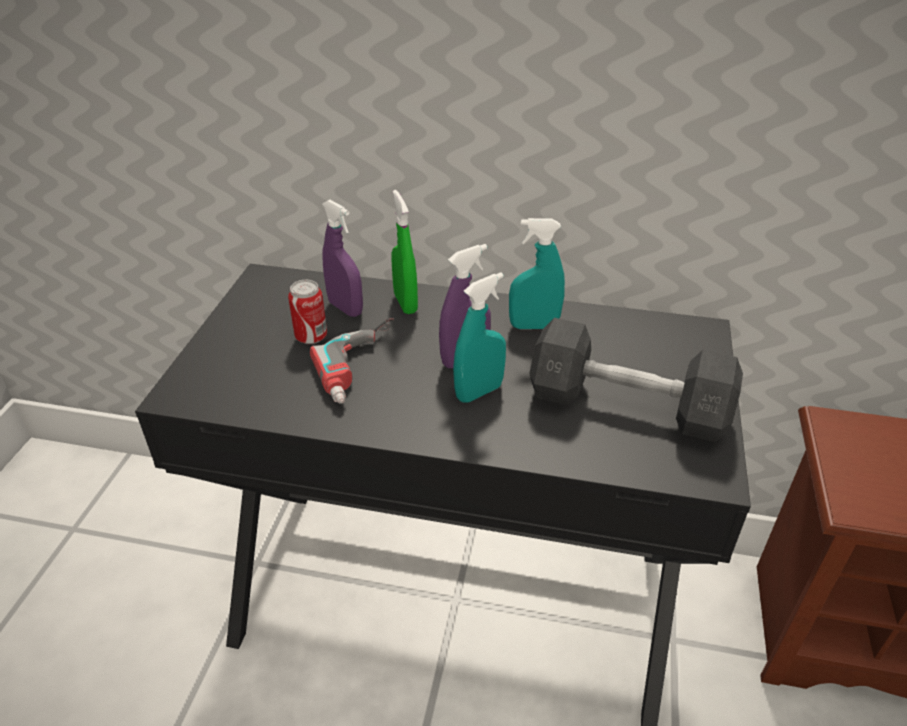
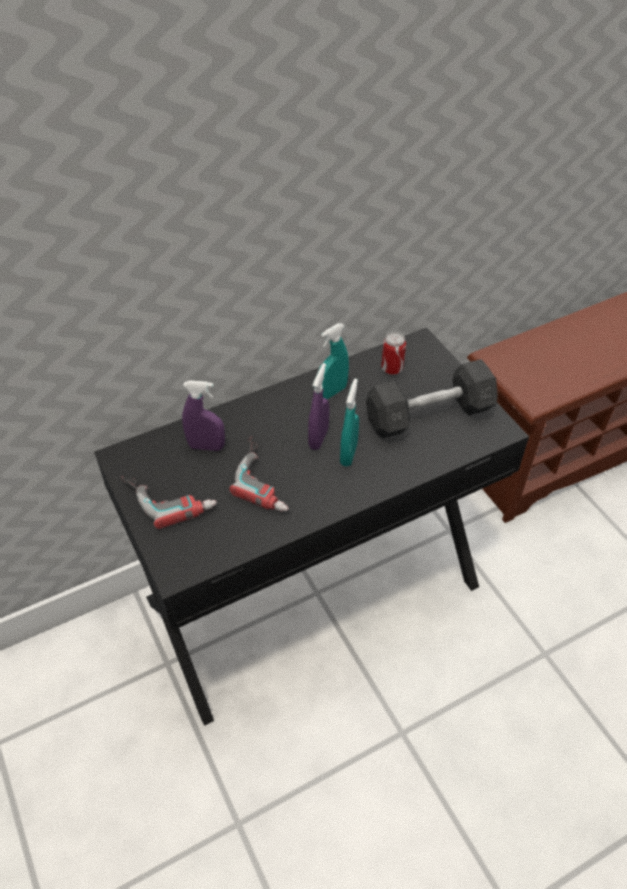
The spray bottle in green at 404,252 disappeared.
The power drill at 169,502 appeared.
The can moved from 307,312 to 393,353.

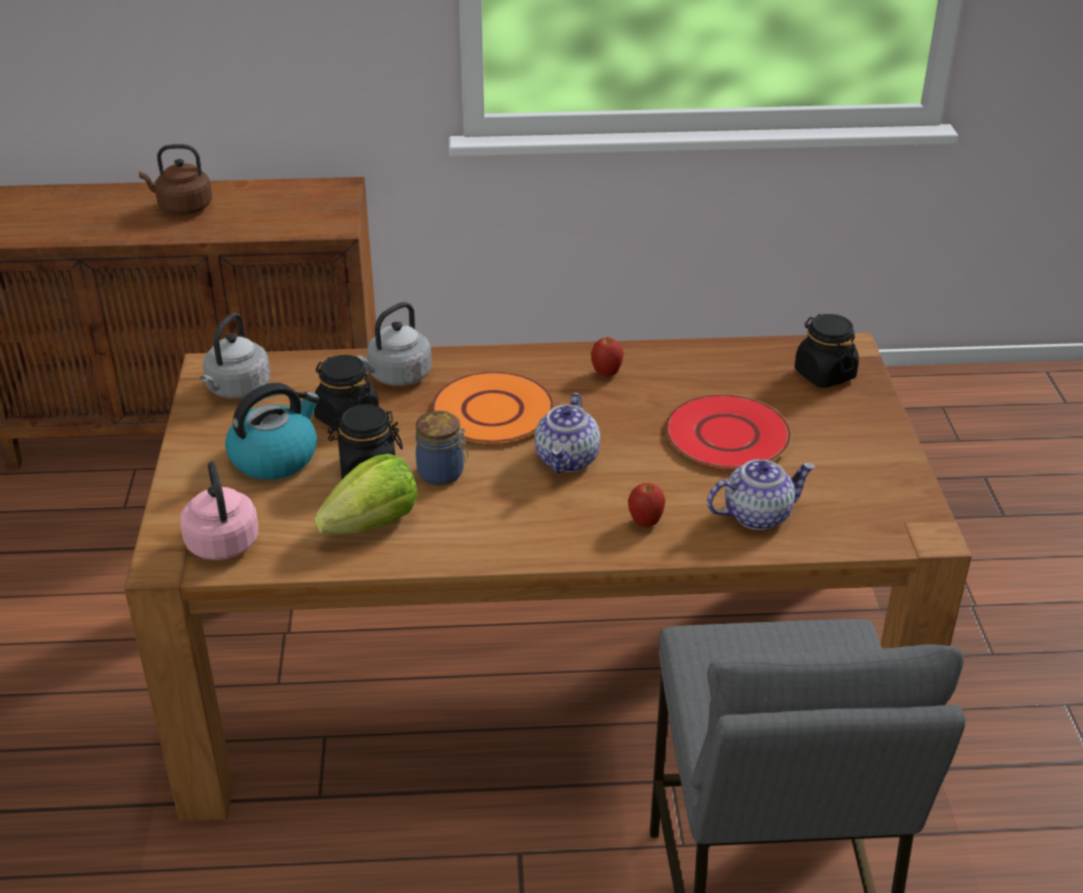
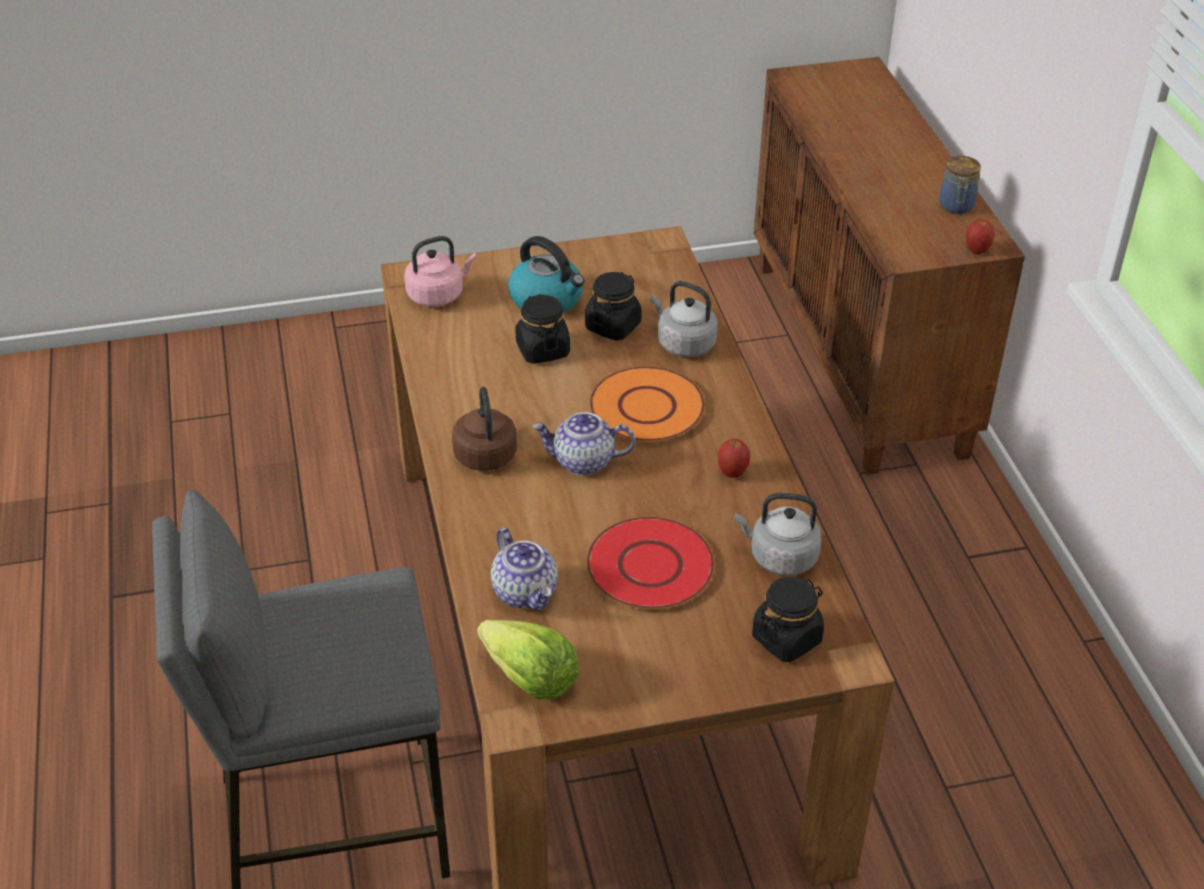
The kettle in brown moved from 175,179 to 484,429.
The kettle in grey moved from 235,356 to 778,534.
The lettuce moved from 366,494 to 528,660.
The jar moved from 442,448 to 960,185.
The apple moved from 647,505 to 980,236.

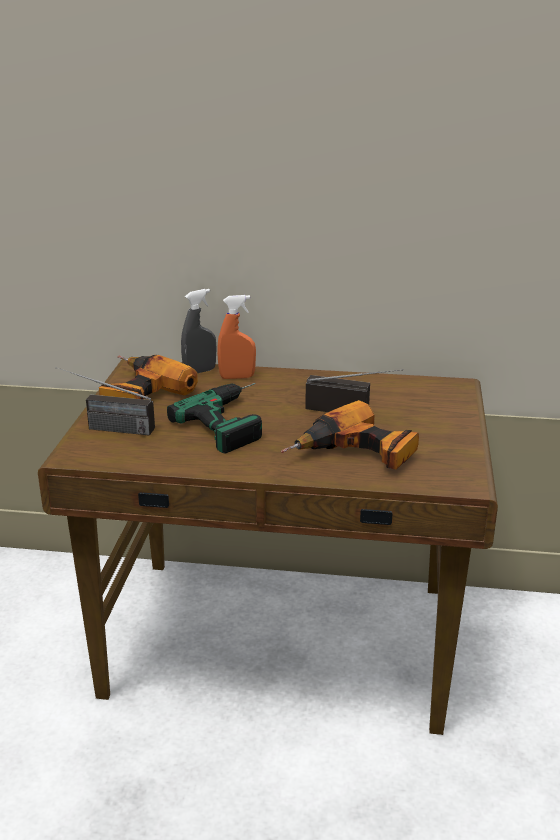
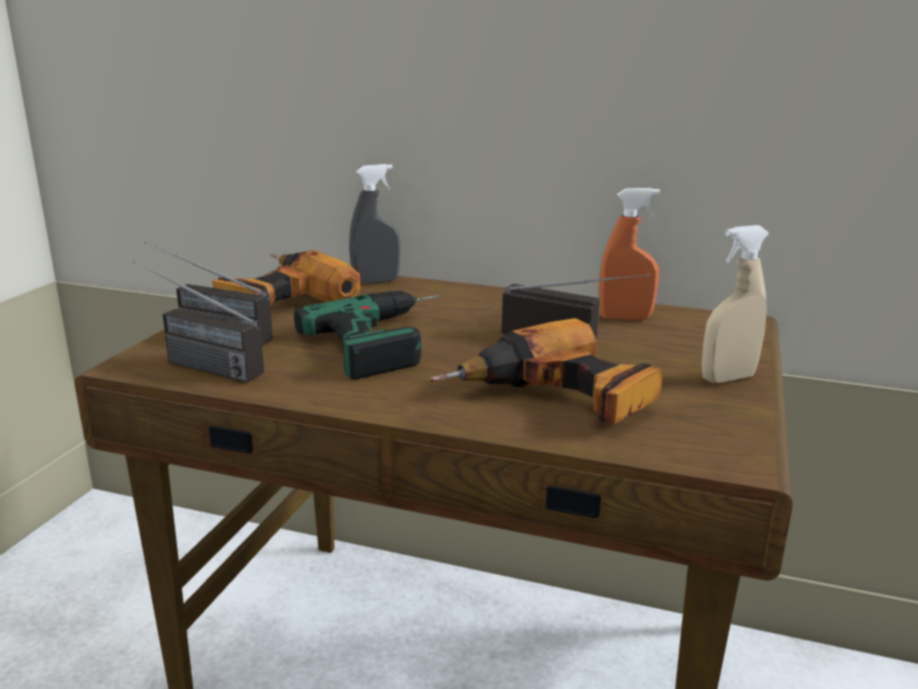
The radio at 198,321 appeared.
The spray bottle in beige at 735,304 appeared.
The spray bottle in orange moved from 236,337 to 629,254.

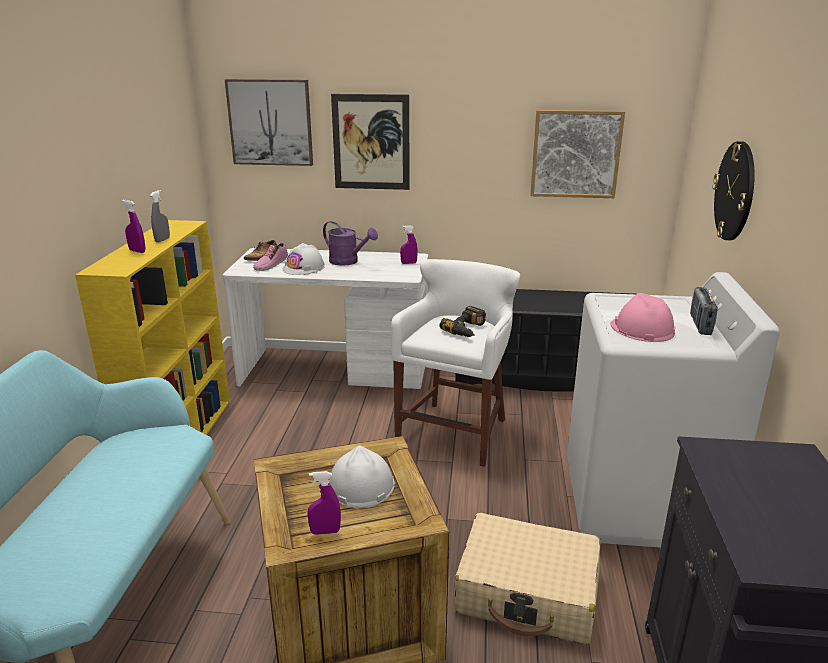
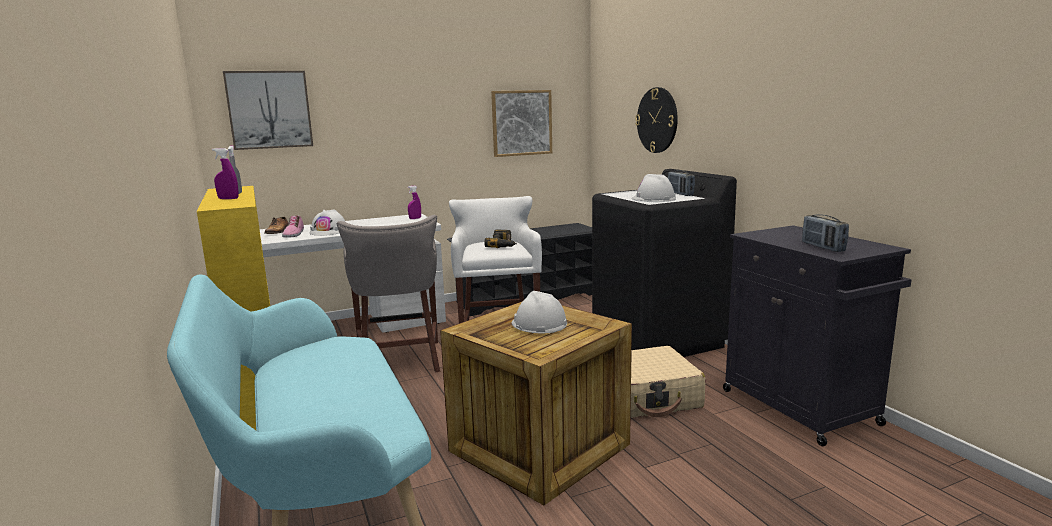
The spray bottle in purple at 324,503 disappeared.
The watering can in purple at 350,243 disappeared.
The picture at 370,142 disappeared.
The stool in grey at 388,293 appeared.
The radio at 825,233 appeared.
The washing machine in white at 673,410 became the washing machine in black at 664,263.
The hard hat in pink at 642,317 became the hard hat in white at 653,188.

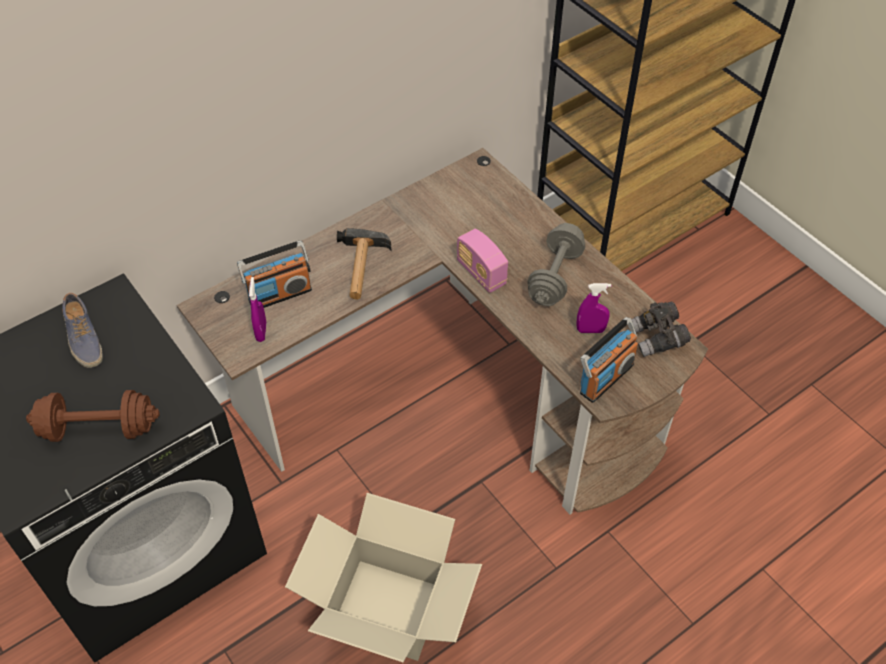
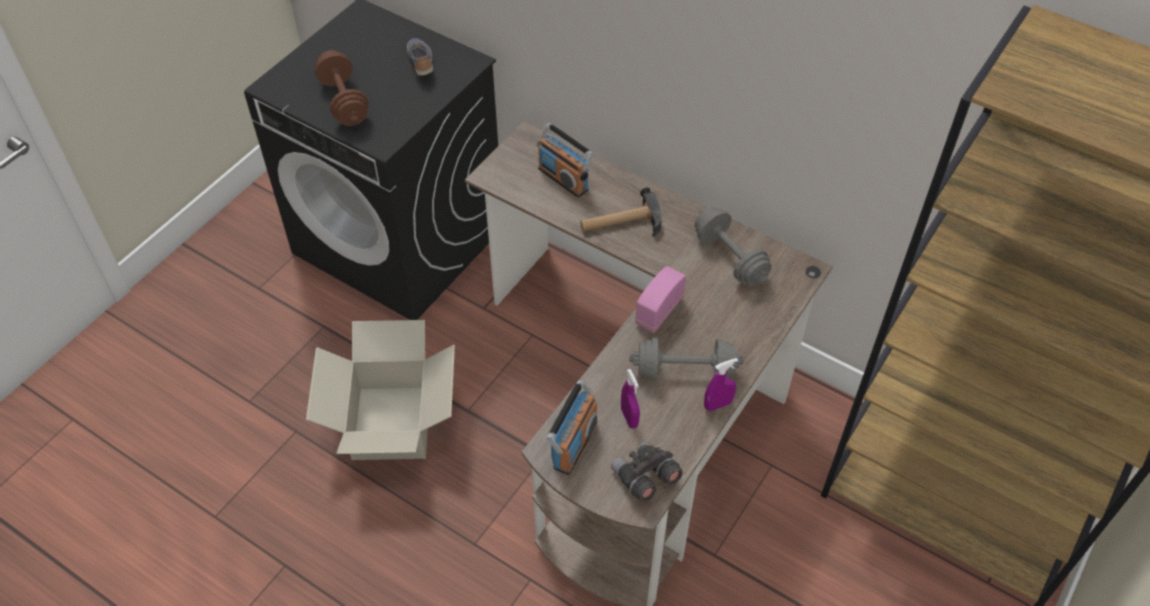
The dumbbell in grey at 733,246 appeared.
The spray bottle in purple moved from 257,309 to 721,384.
The shoe at 82,330 turned 120 degrees clockwise.
The radio at 609,360 turned 90 degrees counterclockwise.

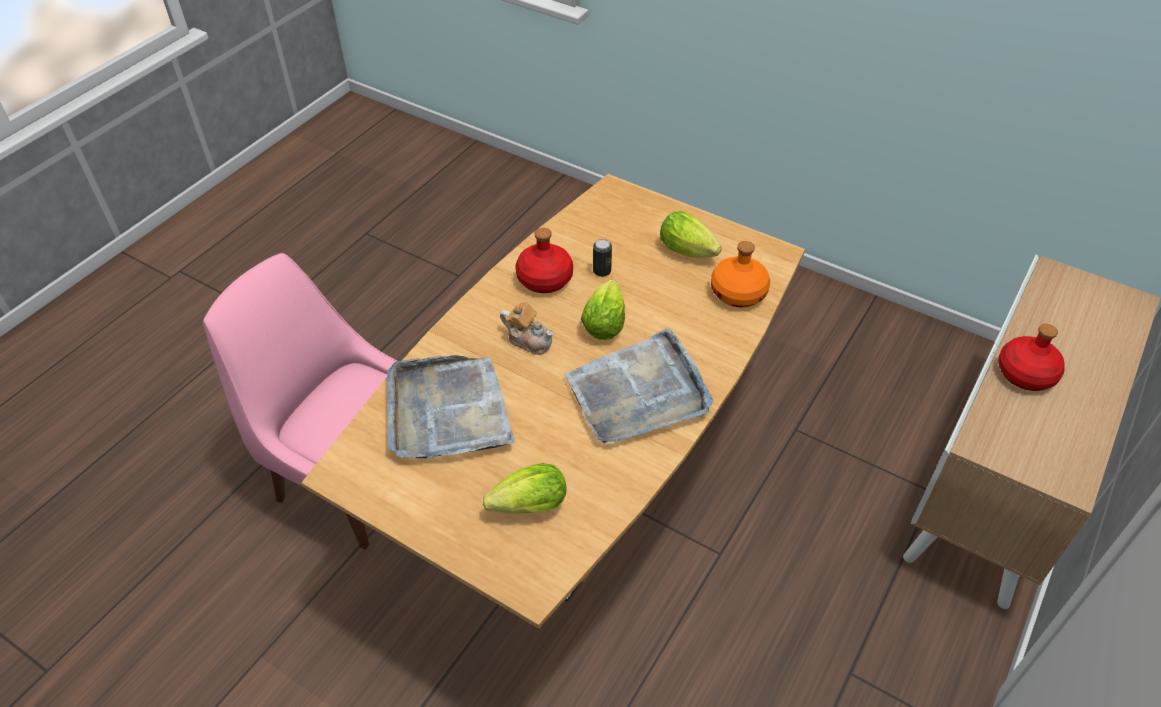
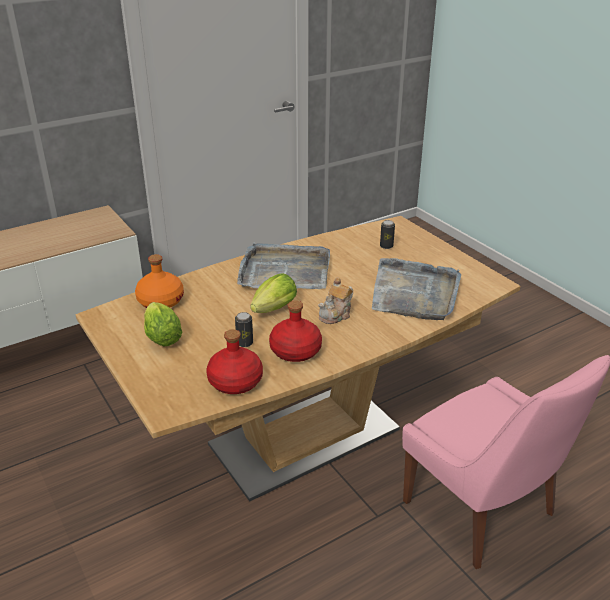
The bottle in red moved from 1031,357 to 234,361.
The lettuce at 525,488 was replaced by the can at 387,234.
The teapot at 527,328 turned 105 degrees counterclockwise.

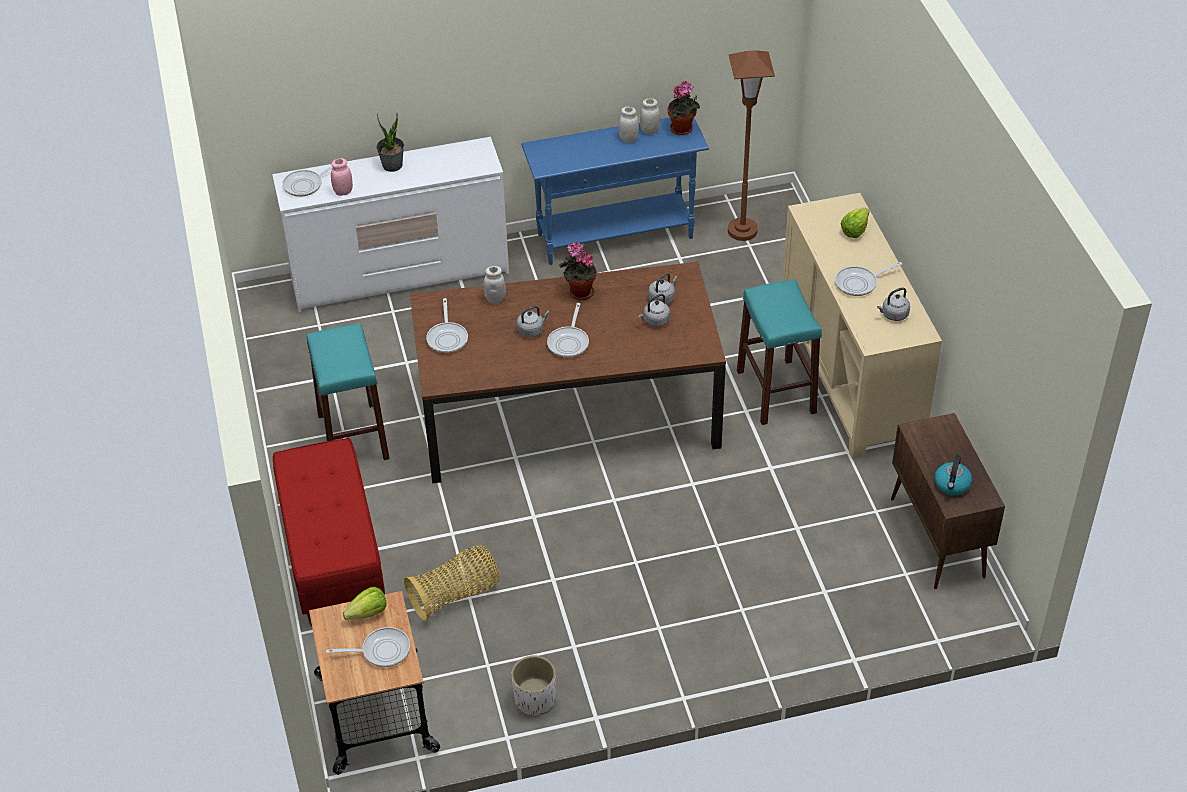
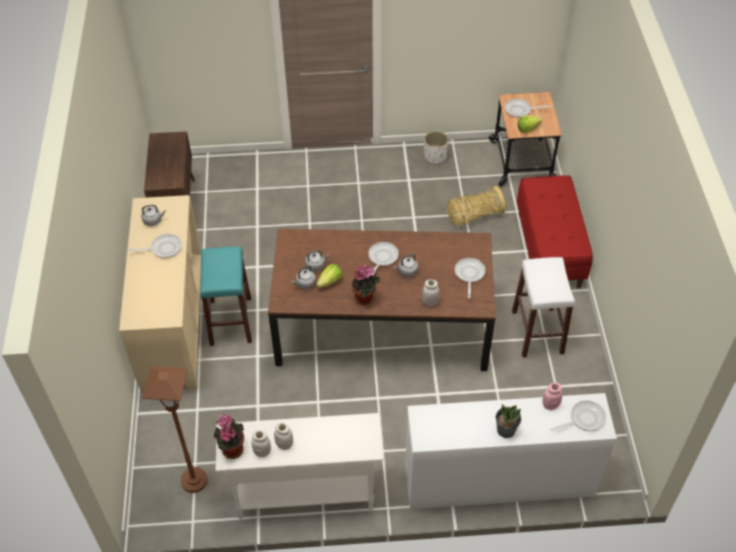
The kettle at 953,475 disappeared.
The lettuce moved from 855,223 to 329,276.
The stool in turquoise at 348,392 became the stool in white at 543,307.
The console table in blue at 615,191 became the console table in white at 299,466.

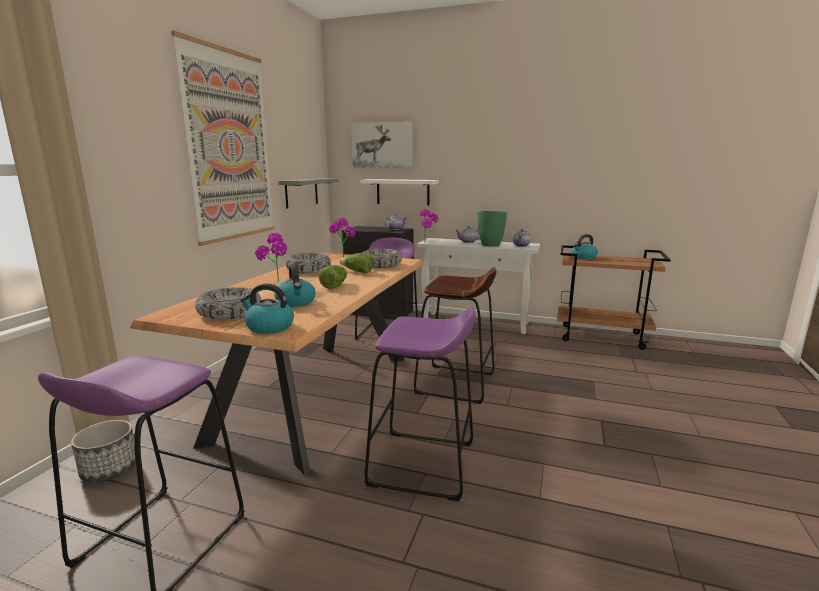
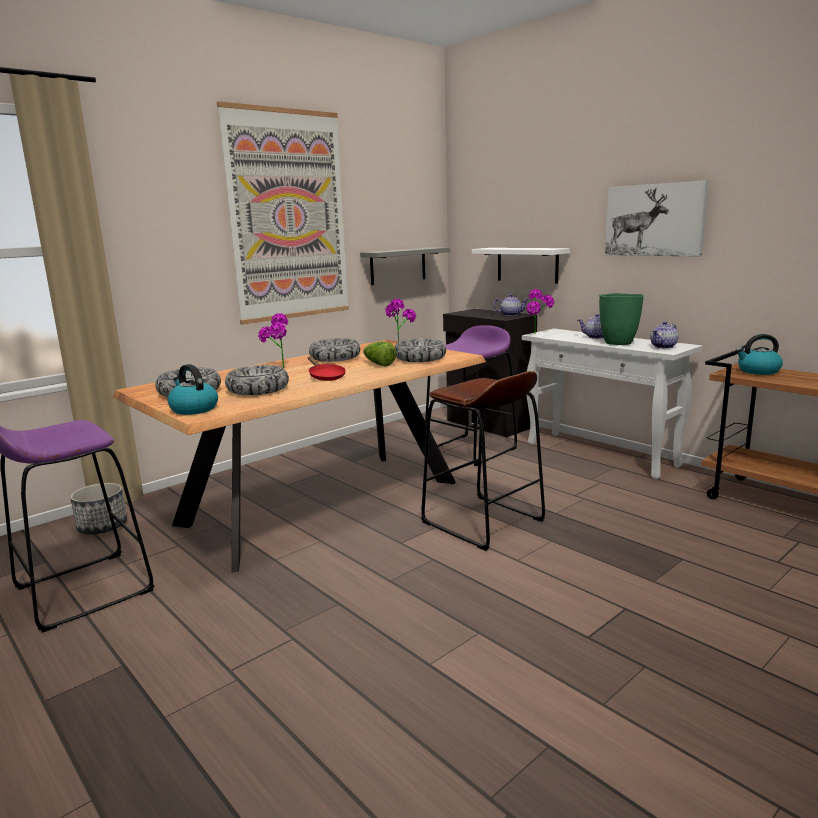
The stool in purple at 420,404 disappeared.
The picture moved from 382,144 to 657,218.
The kettle at 295,286 was replaced by the bowl at 257,380.
The lettuce at 333,277 was replaced by the frying pan in red at 327,368.

